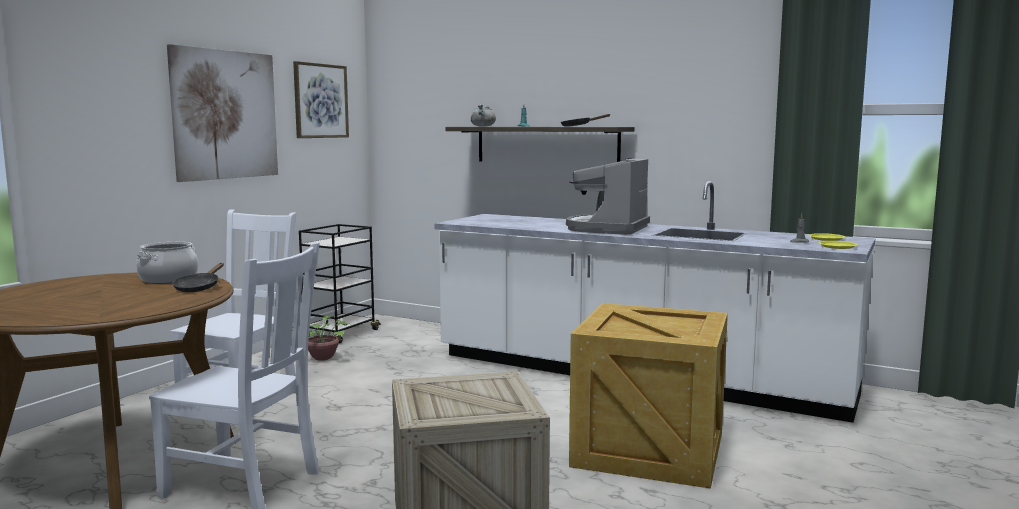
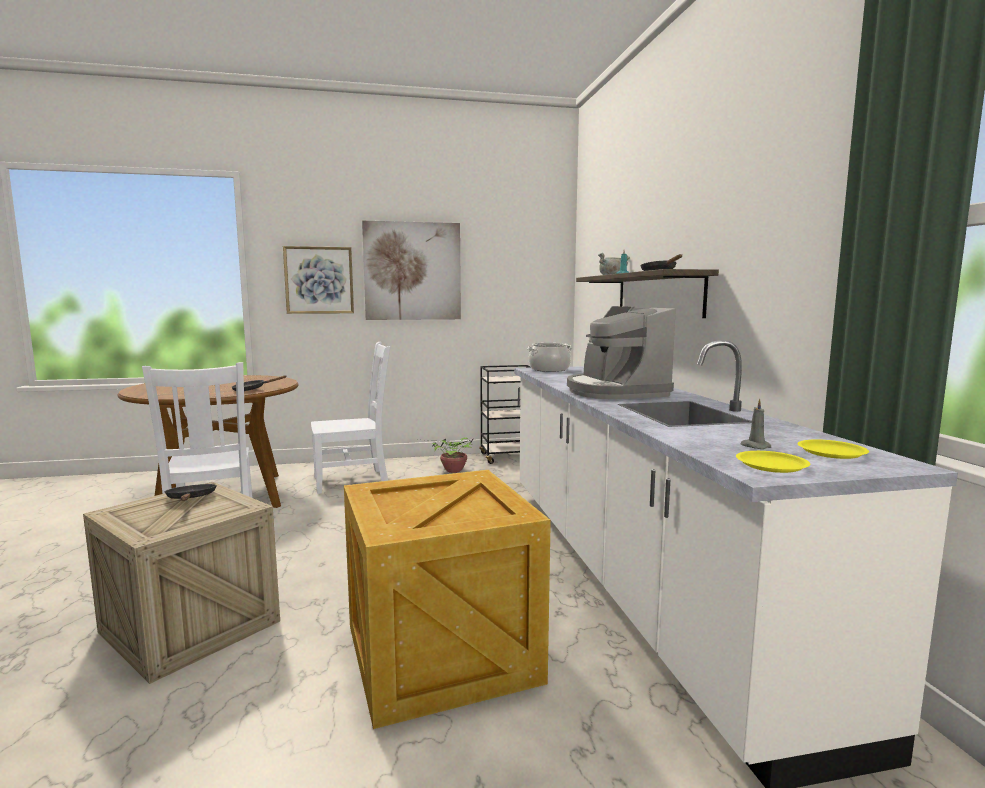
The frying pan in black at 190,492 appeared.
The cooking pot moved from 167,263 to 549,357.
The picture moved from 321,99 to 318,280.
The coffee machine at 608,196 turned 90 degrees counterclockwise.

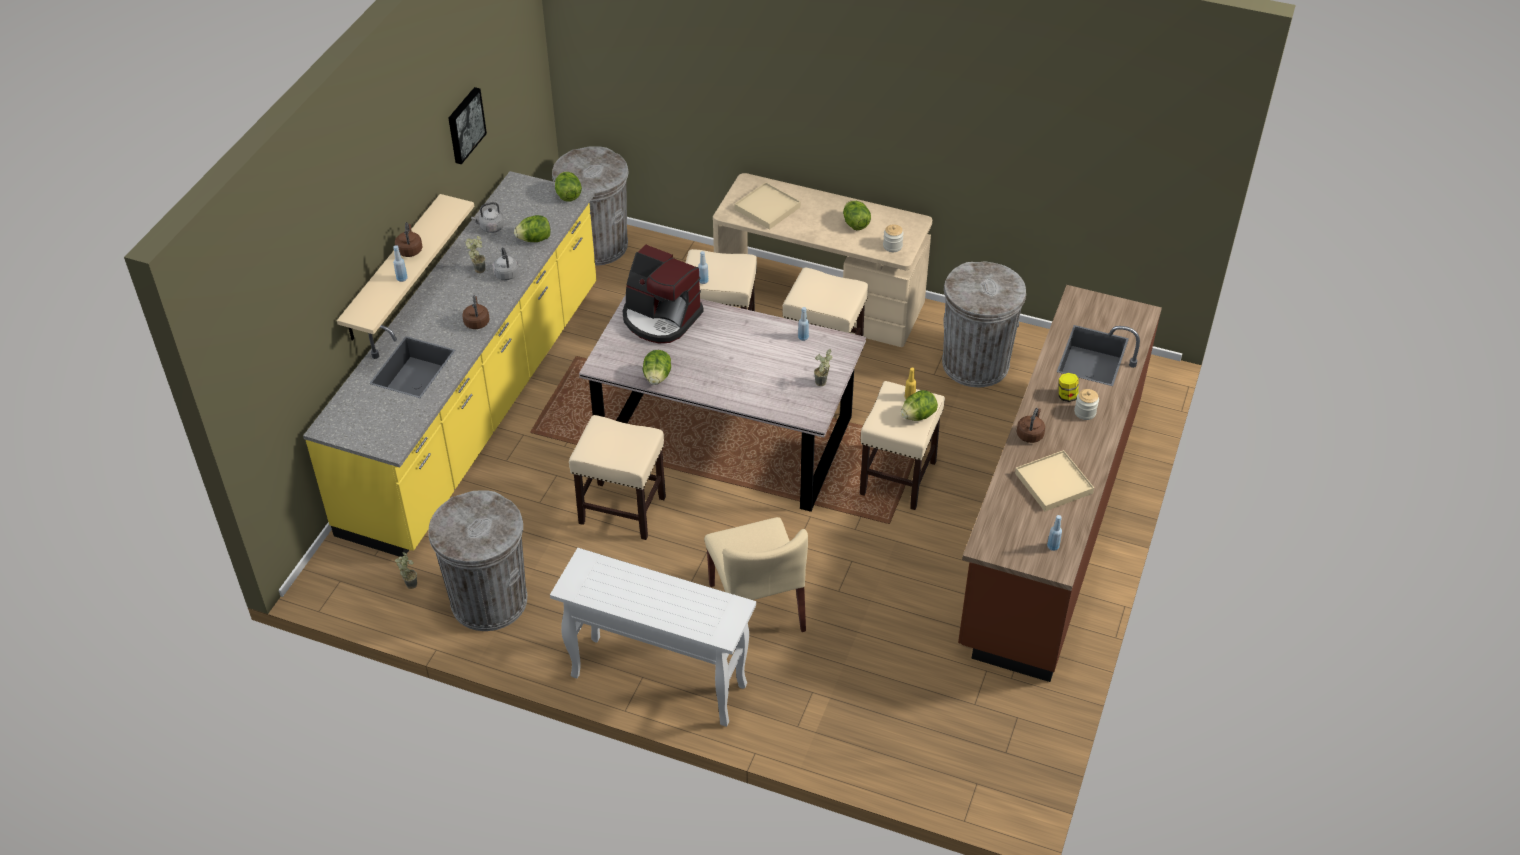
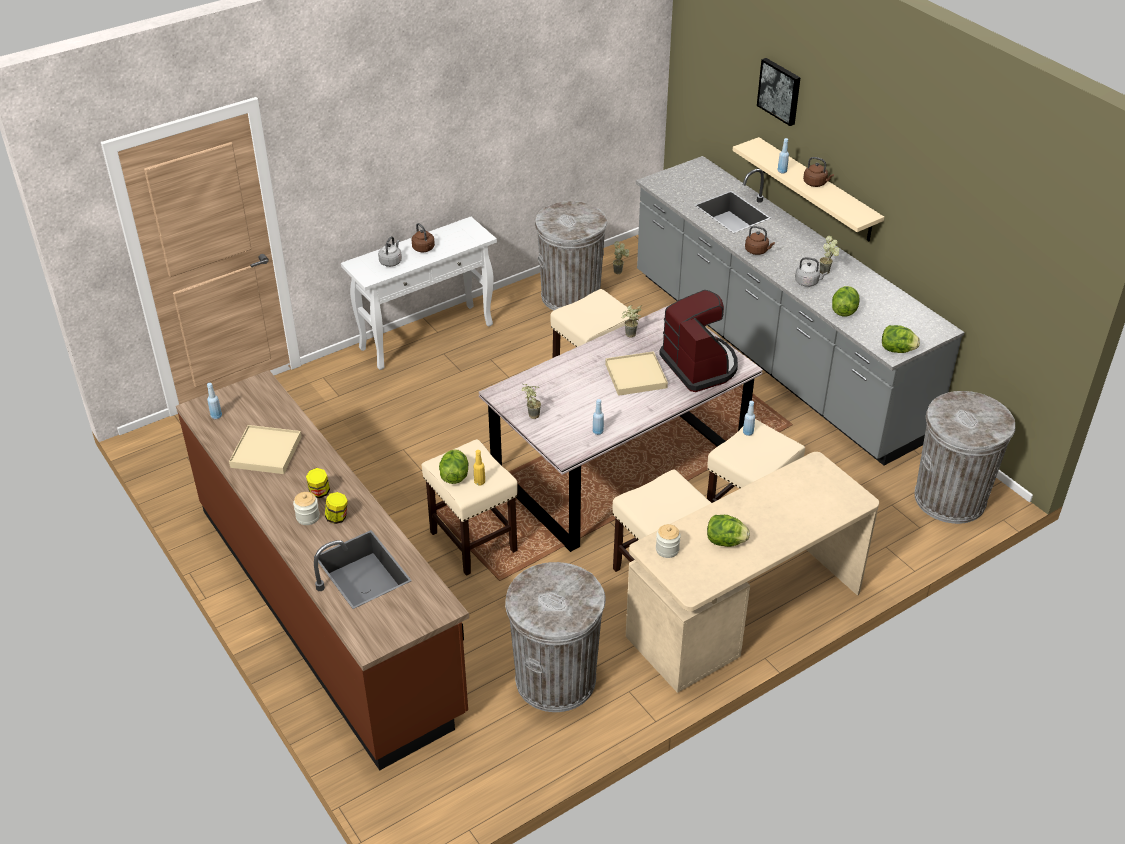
The chair in beige at 756,583 disappeared.
The jar at 318,483 appeared.
The picture moved from 467,125 to 778,92.
The kettle in grey moved from 487,217 to 390,251.
The tray in beige moved from 767,206 to 636,373.
The kettle in brown moved from 1031,425 to 423,237.
The lettuce at 657,367 was replaced by the potted plant at 632,321.
The counter in yellow at 449,364 became the counter in grey at 800,311.
The coffee machine at 663,294 turned 90 degrees clockwise.

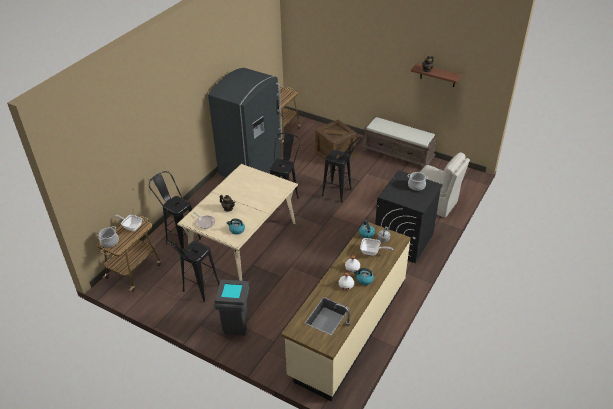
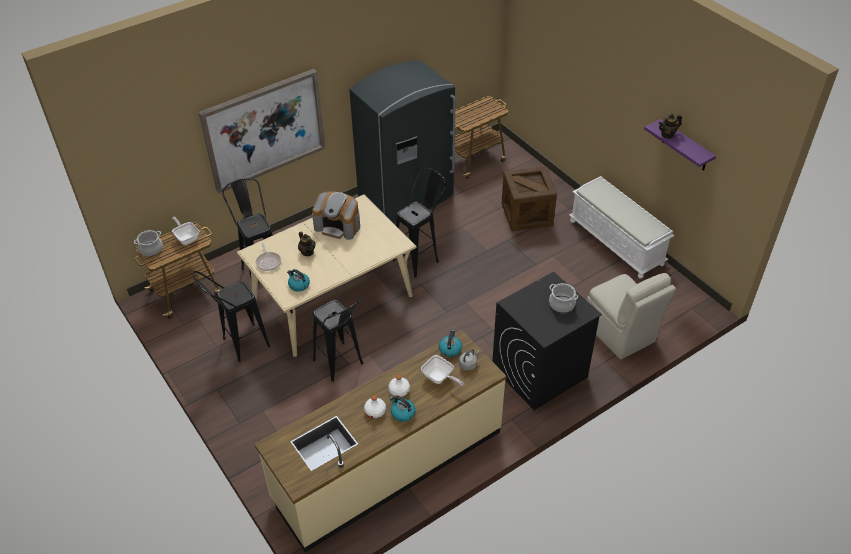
The trash can in grey at 231,307 disappeared.
The picture at 262,131 appeared.
The coffee machine at 336,215 appeared.
The stool in black moved from 341,170 to 337,340.
The bench in brown at 400,141 became the bench in white at 621,227.
The shelf in brown at 436,75 became the shelf in purple at 680,145.

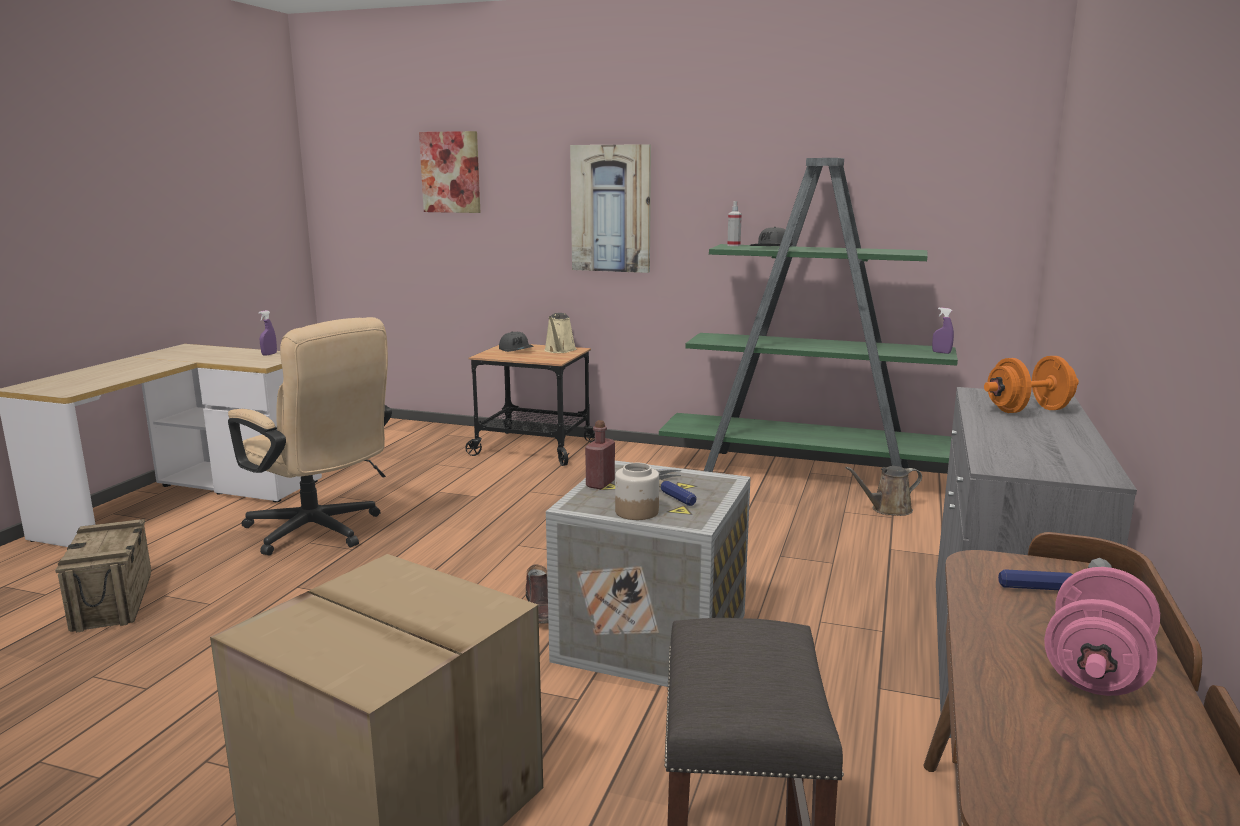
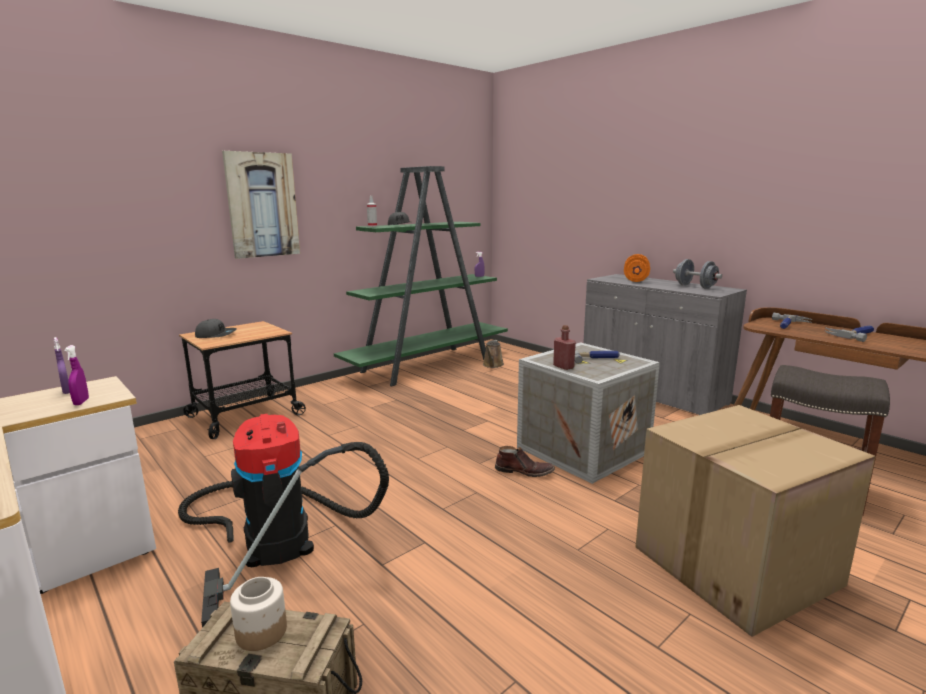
The picture at 449,172 disappeared.
The watering can in beige at 560,333 disappeared.
The spray bottle in purple at 76,375 appeared.
The dumbbell in grey at 697,274 appeared.
The jar moved from 637,491 to 258,614.
The office chair in beige at 310,436 was replaced by the vacuum cleaner at 283,521.
The dumbbell in pink at 1102,631 was replaced by the hammer at 849,334.

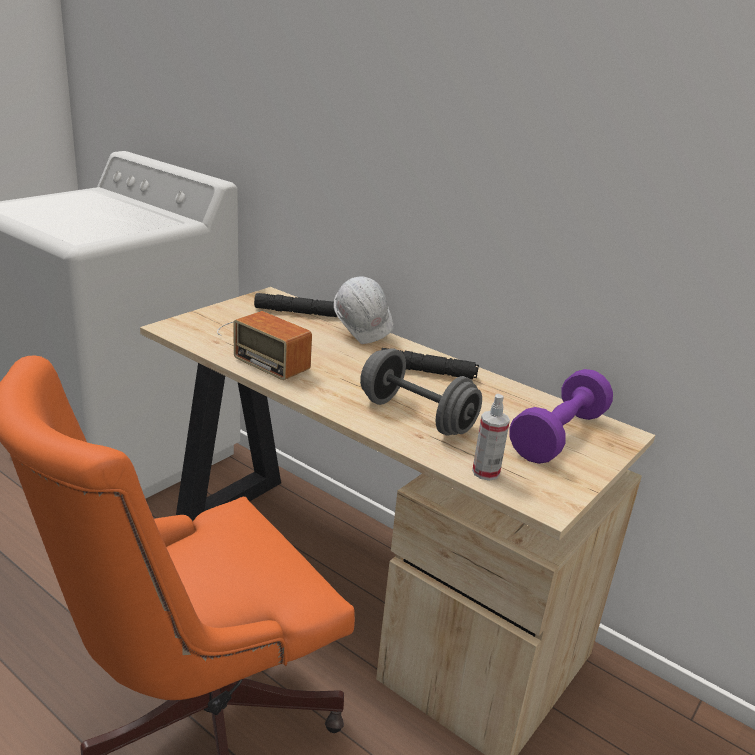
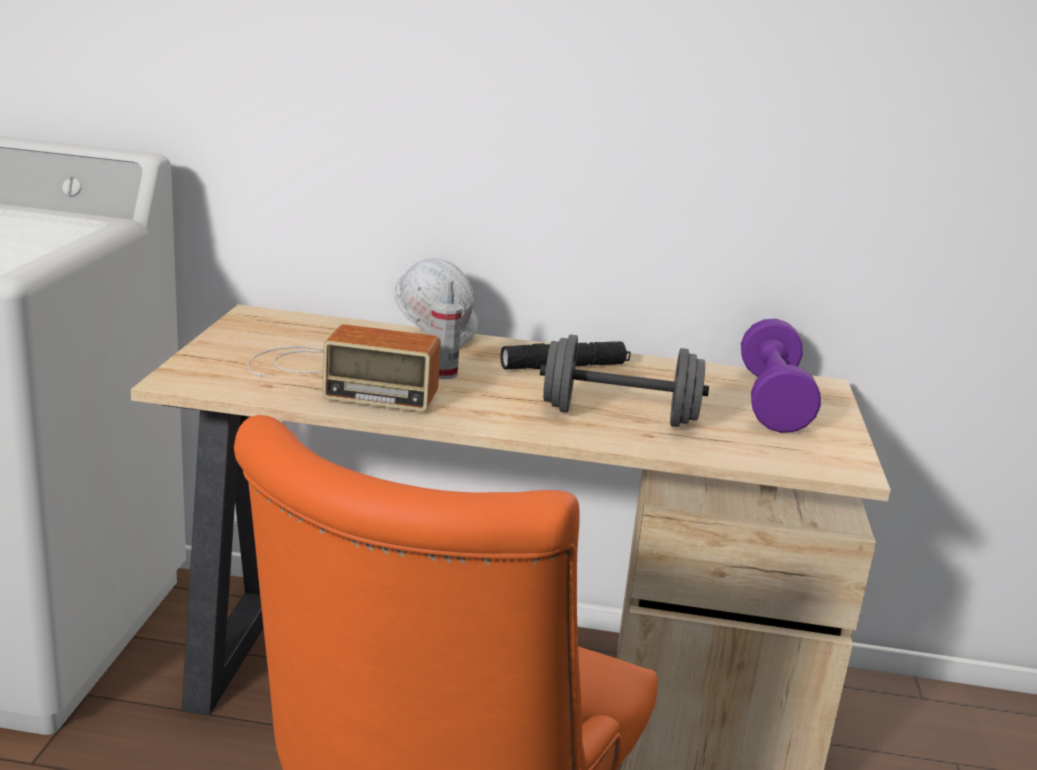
The flashlight in black at 295,305 disappeared.
The spray bottle moved from 491,437 to 446,329.

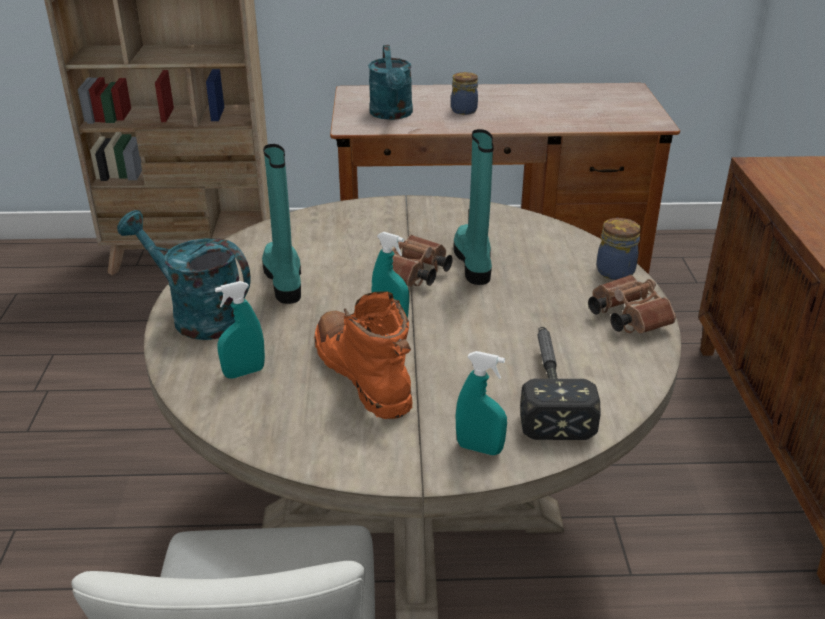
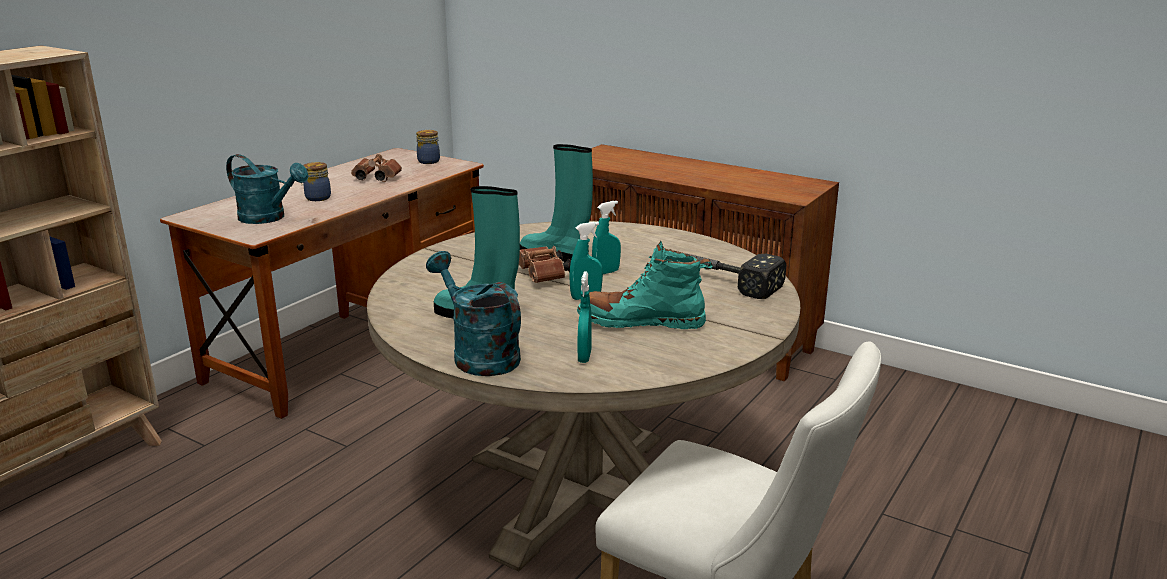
The spray bottle in turquoise moved from 481,403 to 606,237.
The binoculars in brown moved from 632,304 to 376,168.
The jar moved from 619,249 to 428,147.
The boot in orange at 363,355 became the boot in turquoise at 645,285.
The watering can in turquoise at 184,275 turned 75 degrees clockwise.

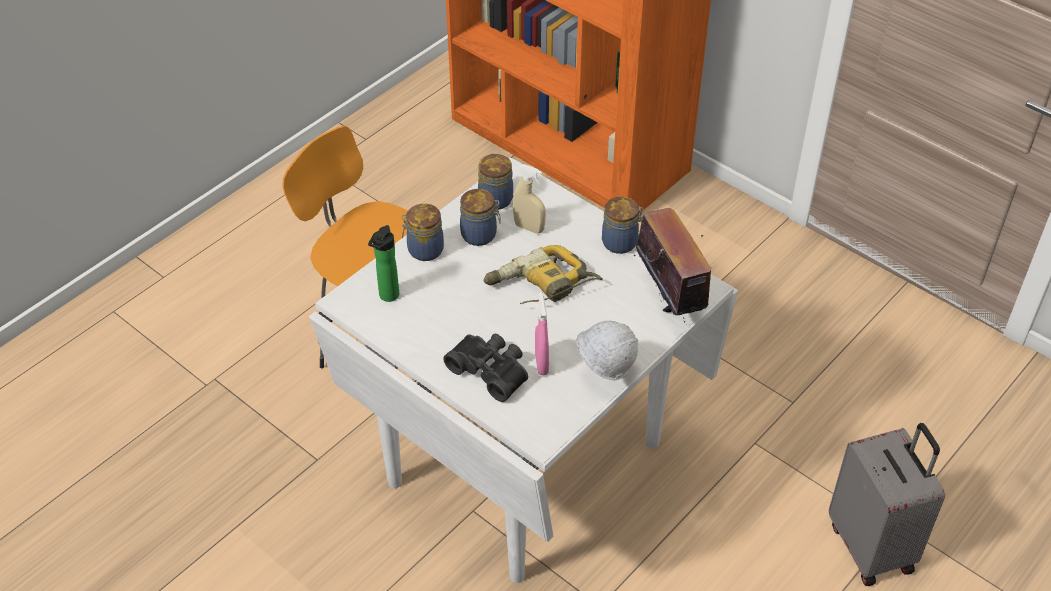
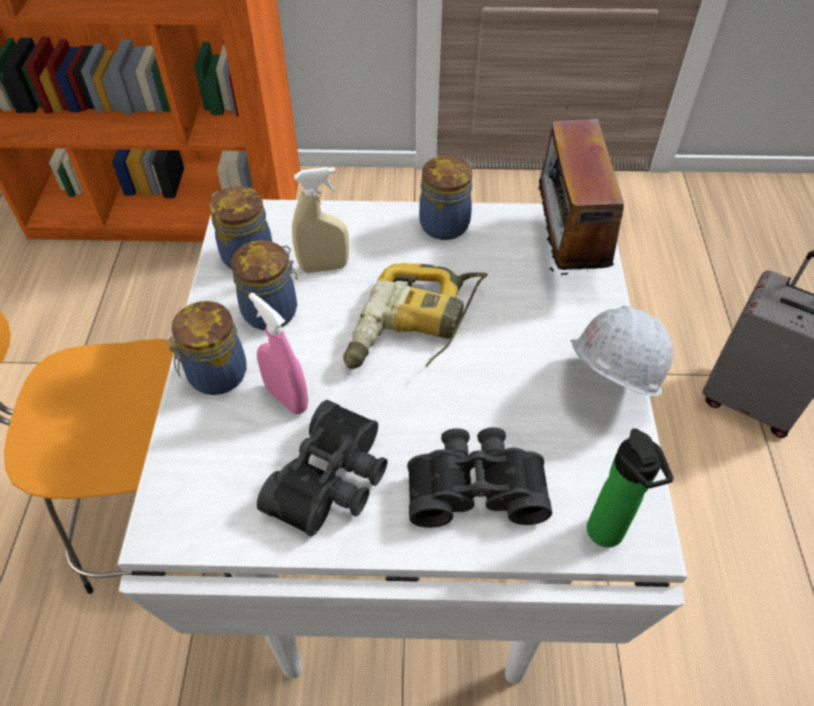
The binoculars in black at 322,468 appeared.
The bottle moved from 383,263 to 630,487.
The spray bottle in pink moved from 542,333 to 278,353.
The radio at 672,266 turned 120 degrees counterclockwise.

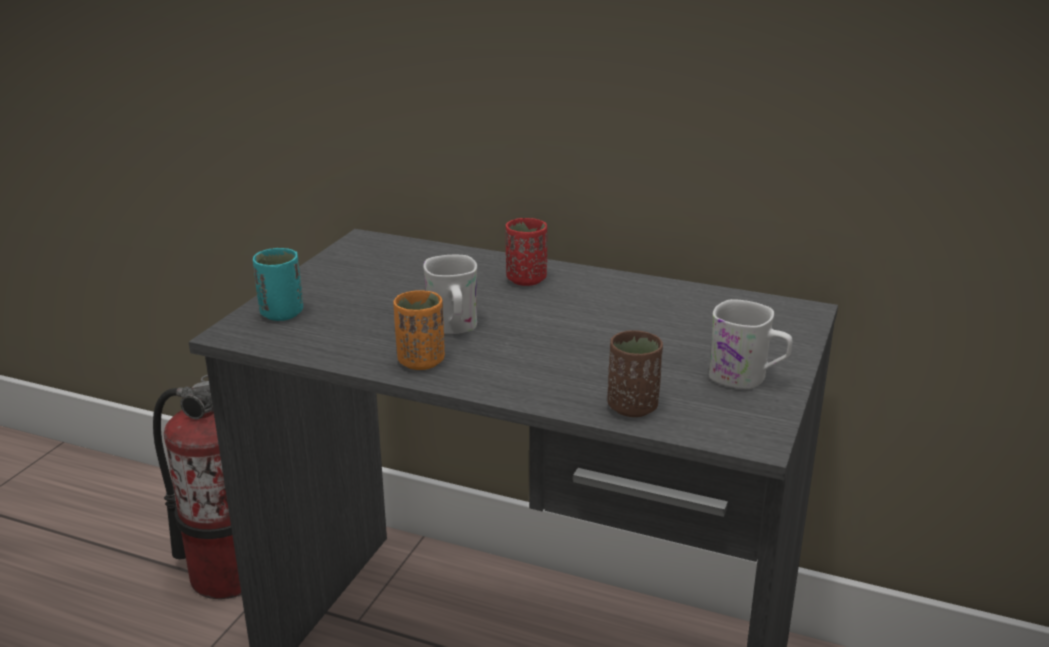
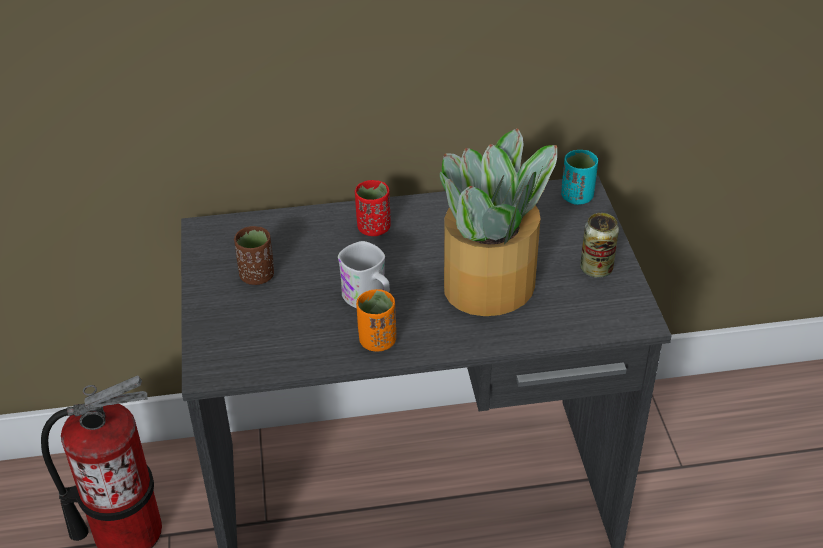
The potted plant at 498,222 appeared.
The cup in turquoise moved from 278,284 to 579,177.
The cup in brown moved from 635,373 to 254,255.
The mug in white at 751,344 was replaced by the can at 599,245.

